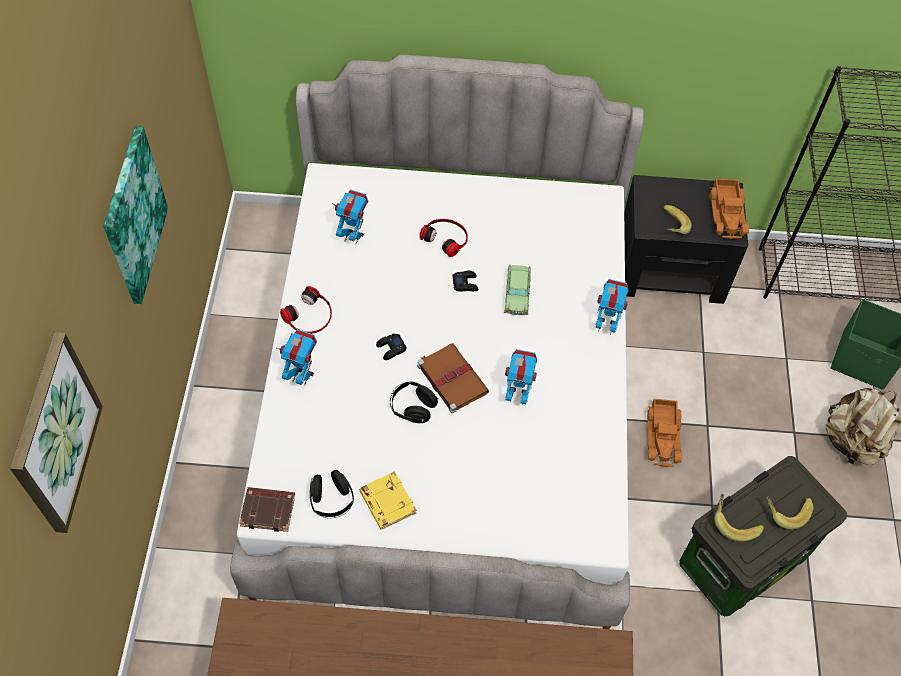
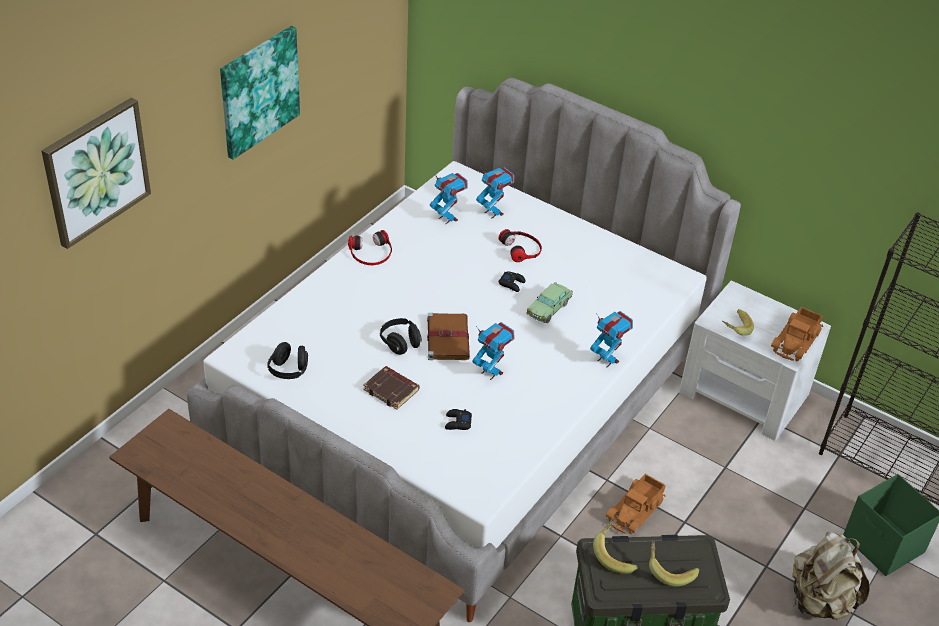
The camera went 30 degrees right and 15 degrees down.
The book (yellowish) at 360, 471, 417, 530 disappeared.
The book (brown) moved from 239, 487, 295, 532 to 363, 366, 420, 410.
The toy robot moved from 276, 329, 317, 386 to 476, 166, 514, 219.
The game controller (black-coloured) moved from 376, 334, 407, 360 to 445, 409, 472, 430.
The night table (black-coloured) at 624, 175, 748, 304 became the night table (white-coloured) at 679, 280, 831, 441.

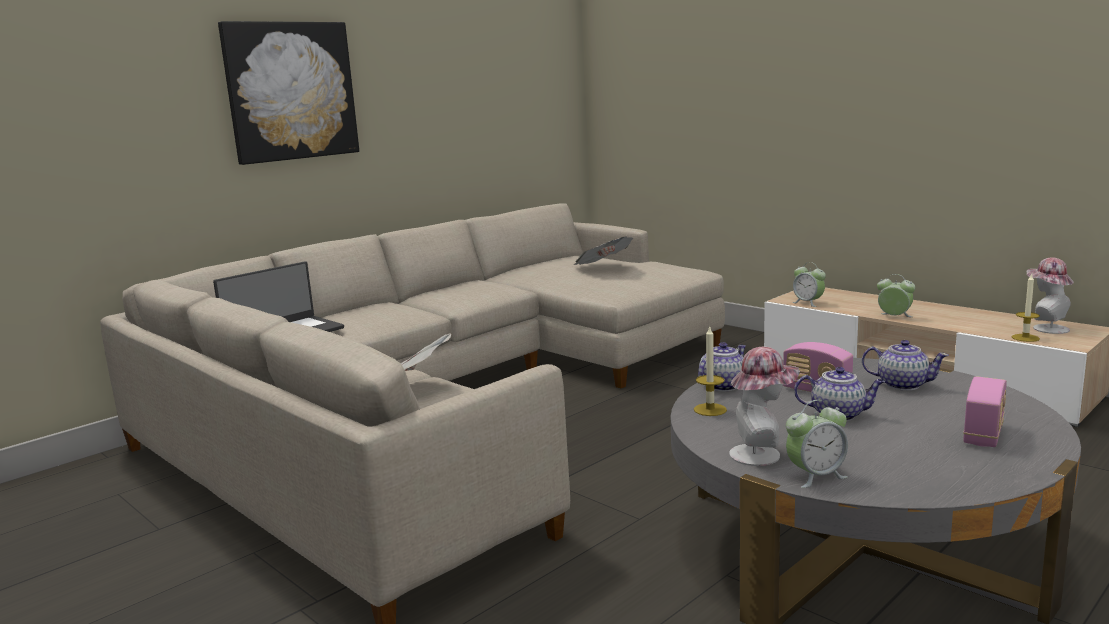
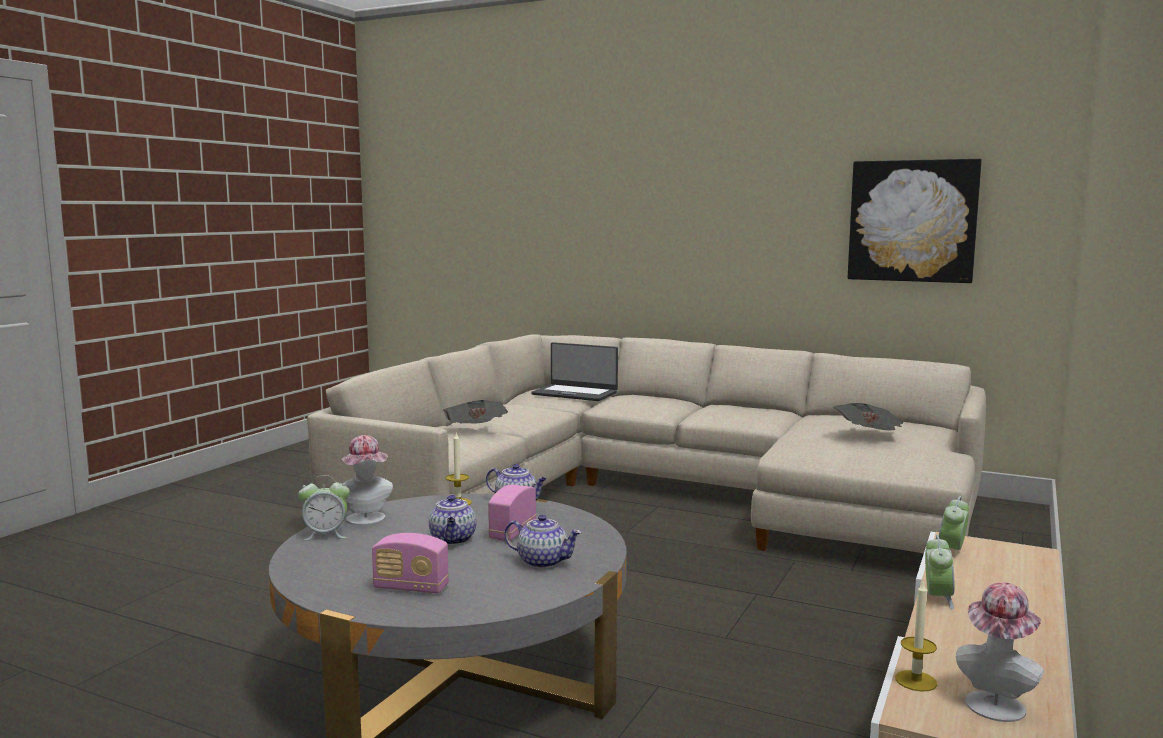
The camera went 70 degrees right and 5 degrees down.
The wall art moved from 218, 21, 359, 165 to 848, 159, 982, 283.
The alarm clock at 786, 400, 848, 488 turned 60 degrees counterclockwise.
The teapot at 862, 340, 949, 391 turned 75 degrees counterclockwise.

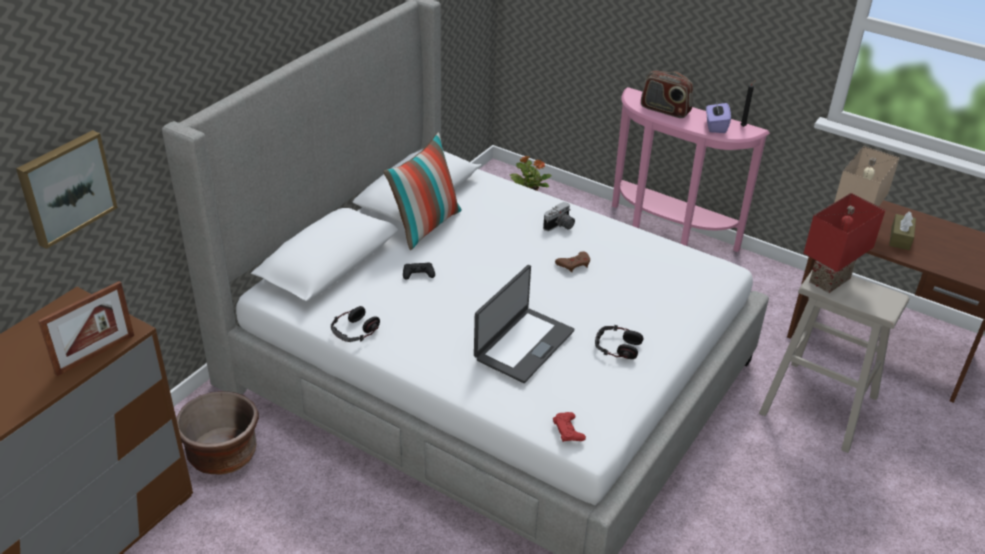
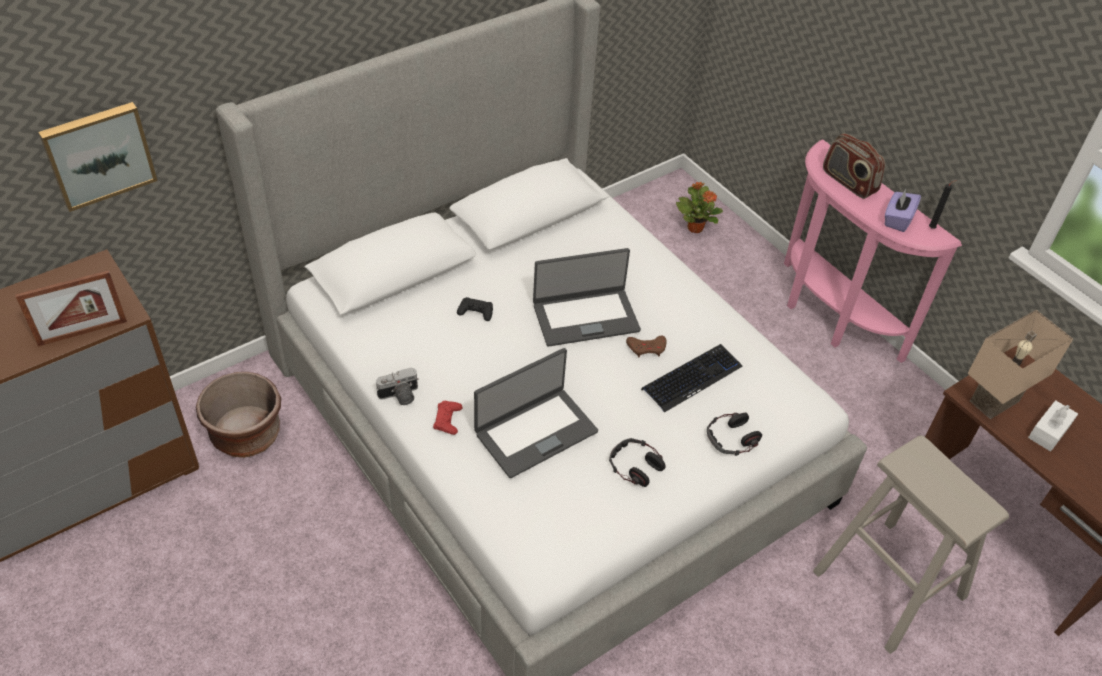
The camera went 20 degrees right and 10 degrees up.
The pillow at 383, 132, 462, 250 disappeared.
The lamp for a table (reddish) at 804, 193, 885, 293 disappeared.
The portable computer at 533, 248, 641, 347 appeared.
The PC keyboard at 641, 344, 743, 413 appeared.
The headset moved from 331, 306, 380, 342 to 707, 413, 762, 456.
The photo camera moved from 543, 202, 575, 231 to 376, 367, 419, 405.
The game controller (reddish) moved from 553, 412, 586, 442 to 433, 401, 463, 435.
The tissue box (brown) at 889, 211, 916, 250 became the tissue box (white-coloured) at 1028, 400, 1078, 451.

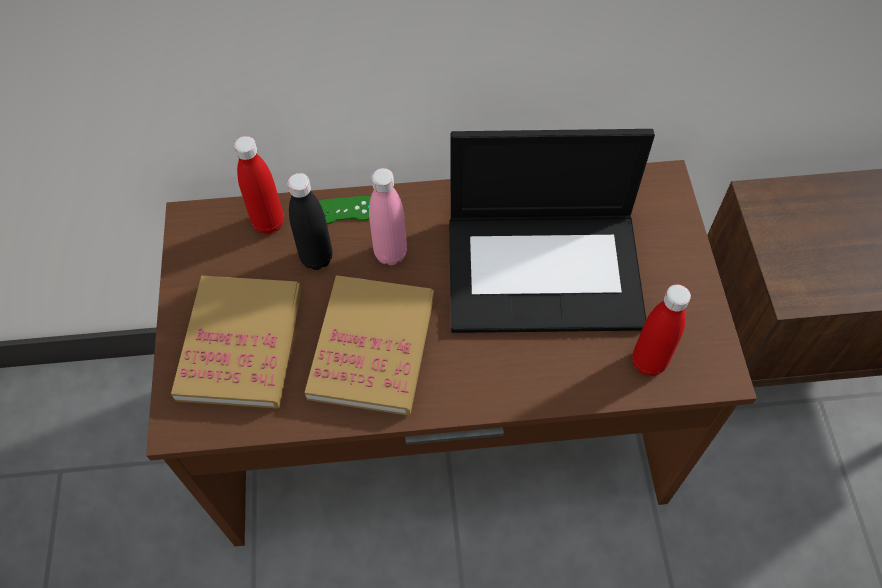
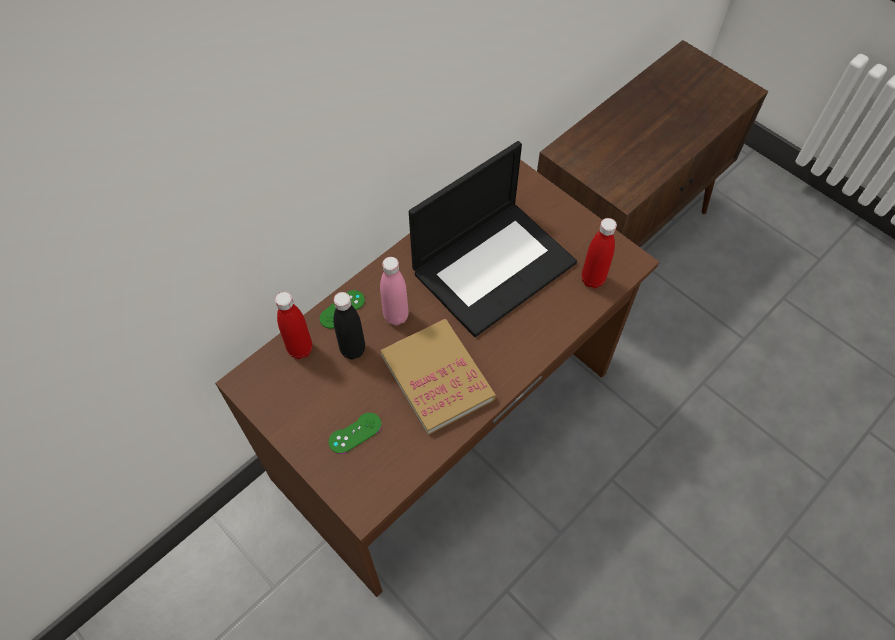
The camera went 40 degrees left and 0 degrees up.
The book at 171, 275, 302, 409 was replaced by the game controller (green) at 329, 413, 382, 454.

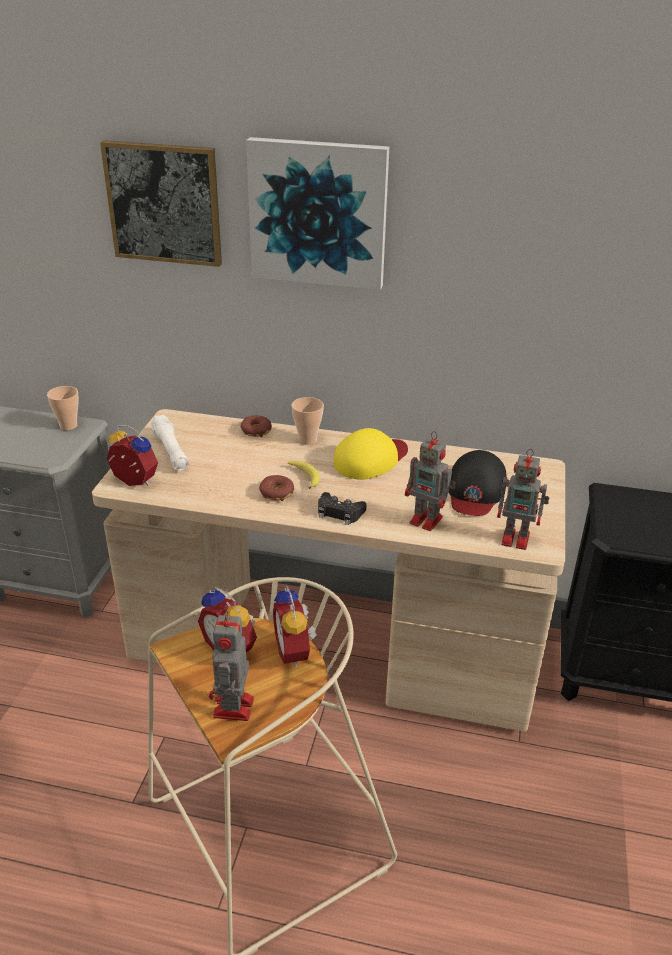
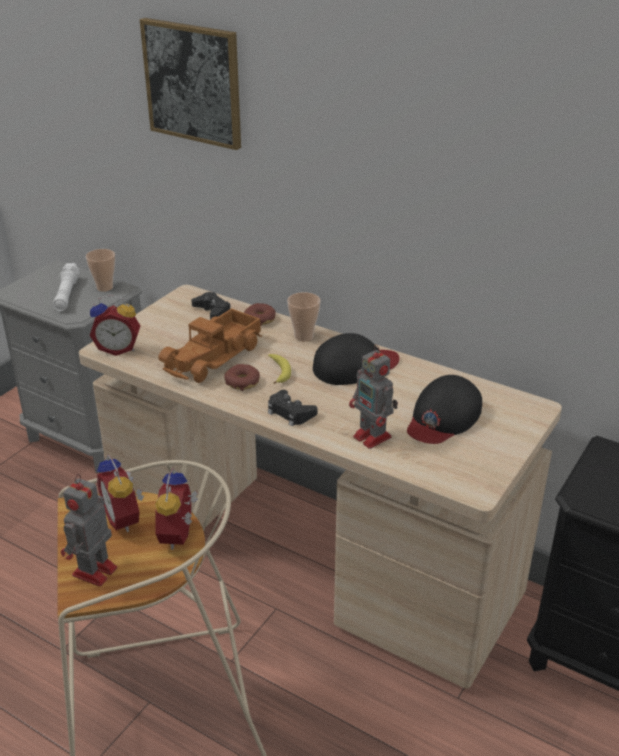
The camera went 20 degrees right and 0 degrees up.
The wall art at 246, 137, 389, 290 disappeared.
The toy robot at 497, 449, 549, 550 disappeared.
The model truck at 158, 308, 262, 383 appeared.
The game controller (black-coloured) at 191, 292, 230, 319 appeared.
The hand torch (white-coloured) moved from 151, 415, 189, 471 to 53, 263, 80, 311.
The baseball cap (yellowish) at 334, 428, 408, 480 became the baseball cap (black-coloured) at 313, 333, 399, 385.
The alarm clock at 107, 425, 158, 486 turned 135 degrees clockwise.

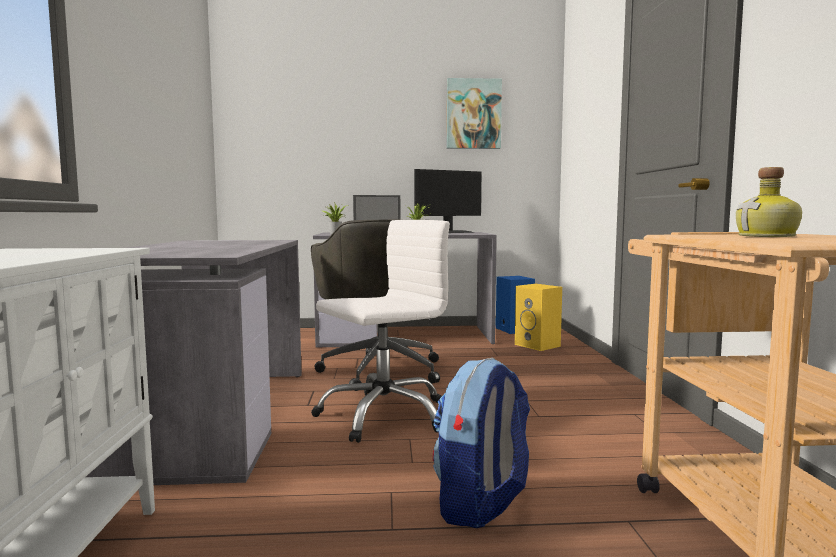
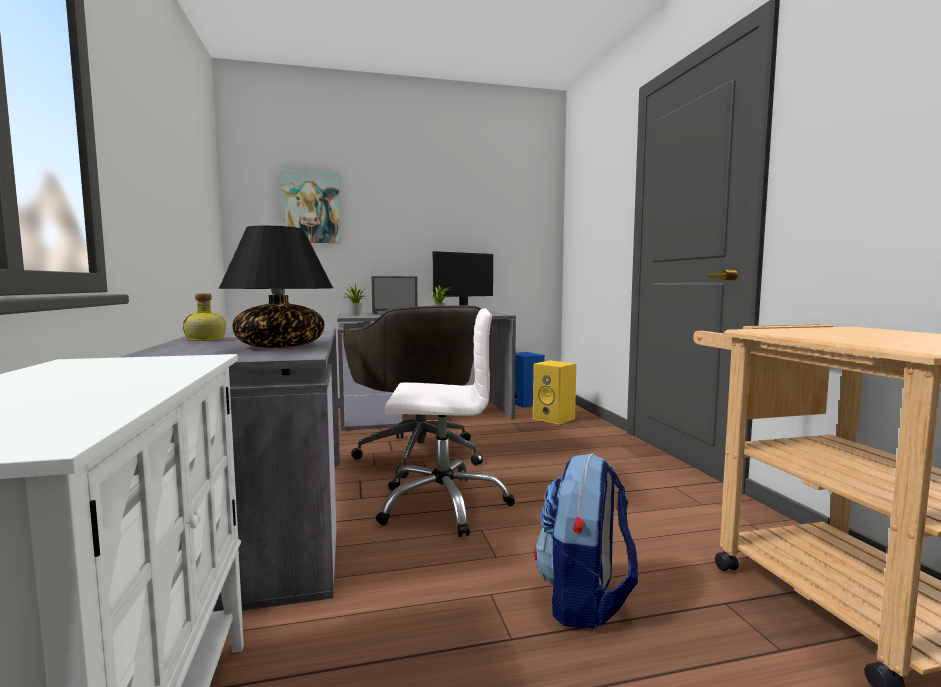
The camera went 10 degrees left and 0 degrees up.
The lamp for a table (black-coloured) at 219, 226, 333, 348 appeared.
The wall art moved from 447, 78, 502, 149 to 280, 170, 341, 243.
The beverage bottle moved from 736, 167, 802, 237 to 183, 293, 226, 341.
The office chair (white-coloured) at 311, 220, 450, 443 turned 45 degrees clockwise.

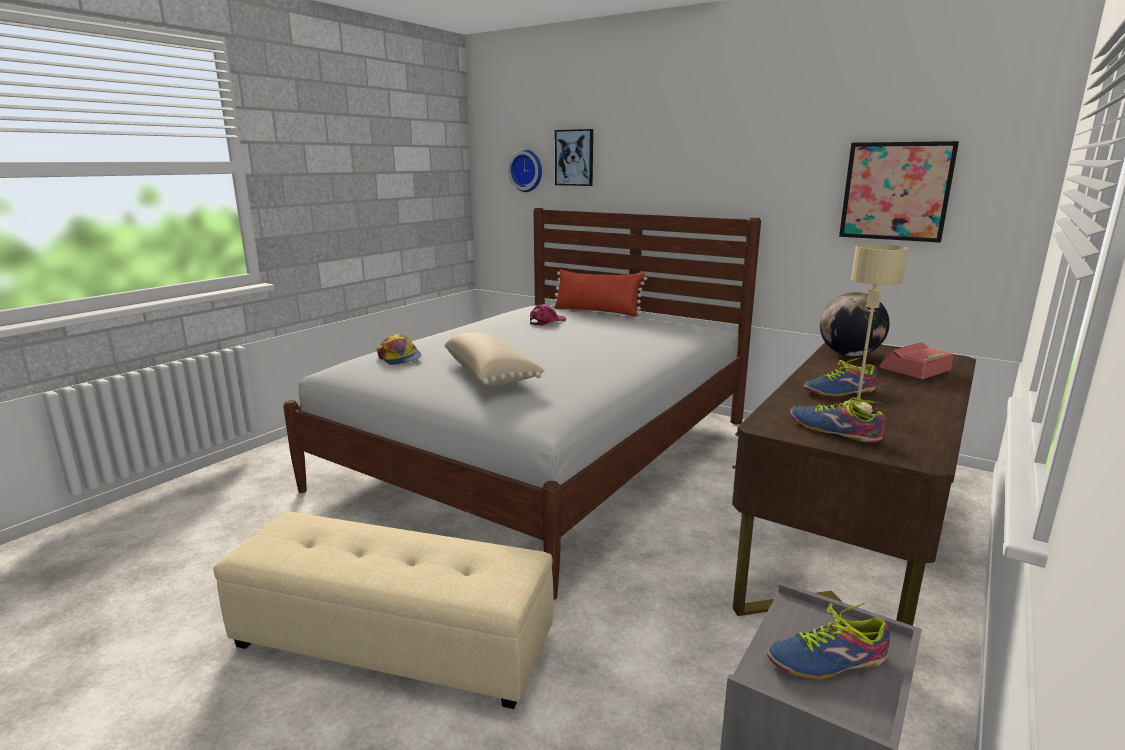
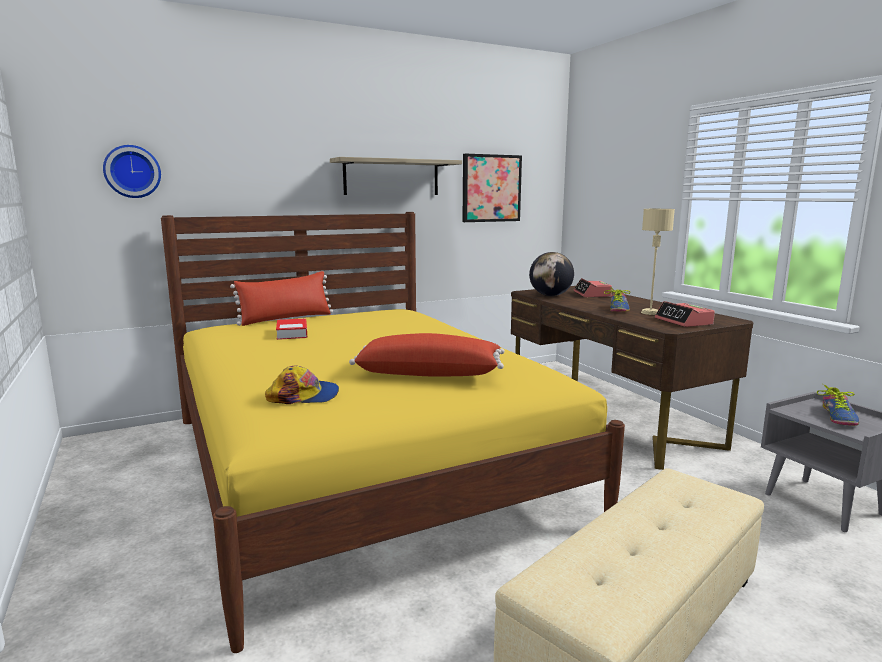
The camera went 60 degrees left and 5 degrees down.
The wall art at 555, 129, 593, 186 disappeared.
The shelf at 330, 157, 462, 195 appeared.
The baseball cap (pinkish) at 530, 304, 567, 326 was replaced by the book at 276, 318, 307, 340.
The low shoe at 790, 397, 886, 443 was replaced by the alarm clock at 655, 301, 715, 327.
The bed (white-coloured) at 283, 207, 761, 600 became the bed (yellowish) at 161, 212, 625, 653.
The pillow (sand-coloured) at 445, 332, 545, 387 became the pillow (reddish) at 349, 333, 505, 376.

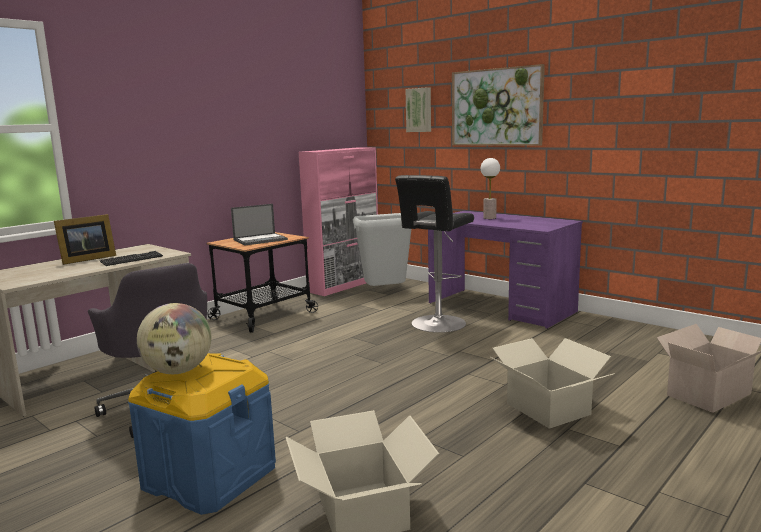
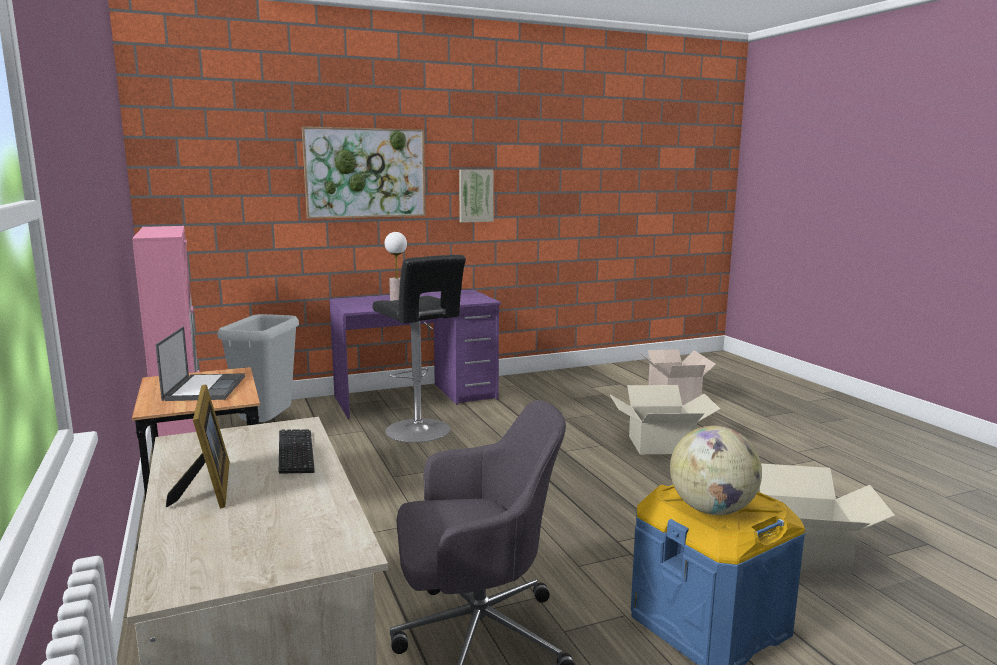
The camera went 65 degrees left and 0 degrees up.
The wall art moved from 405, 87, 431, 132 to 459, 170, 494, 222.

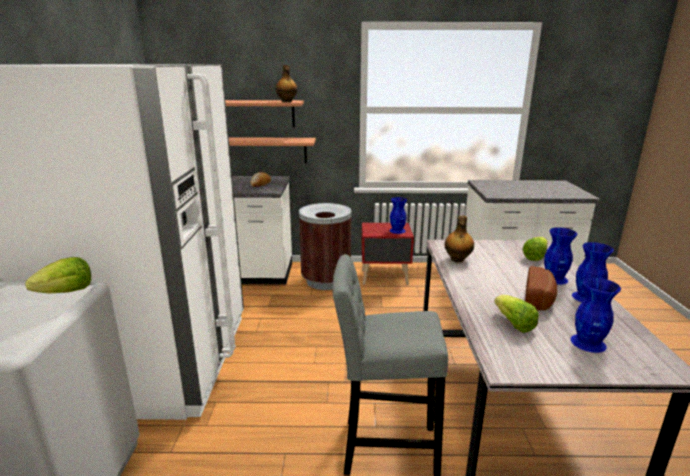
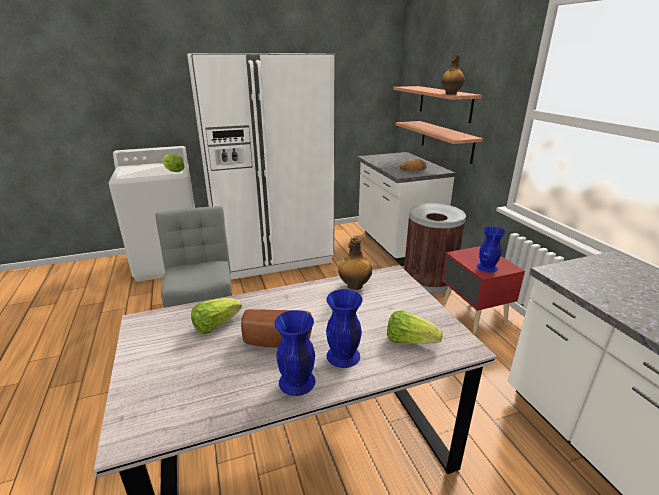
The camera went 70 degrees right and 5 degrees up.
The vase (blue-coloured) at 570, 277, 621, 353 disappeared.

